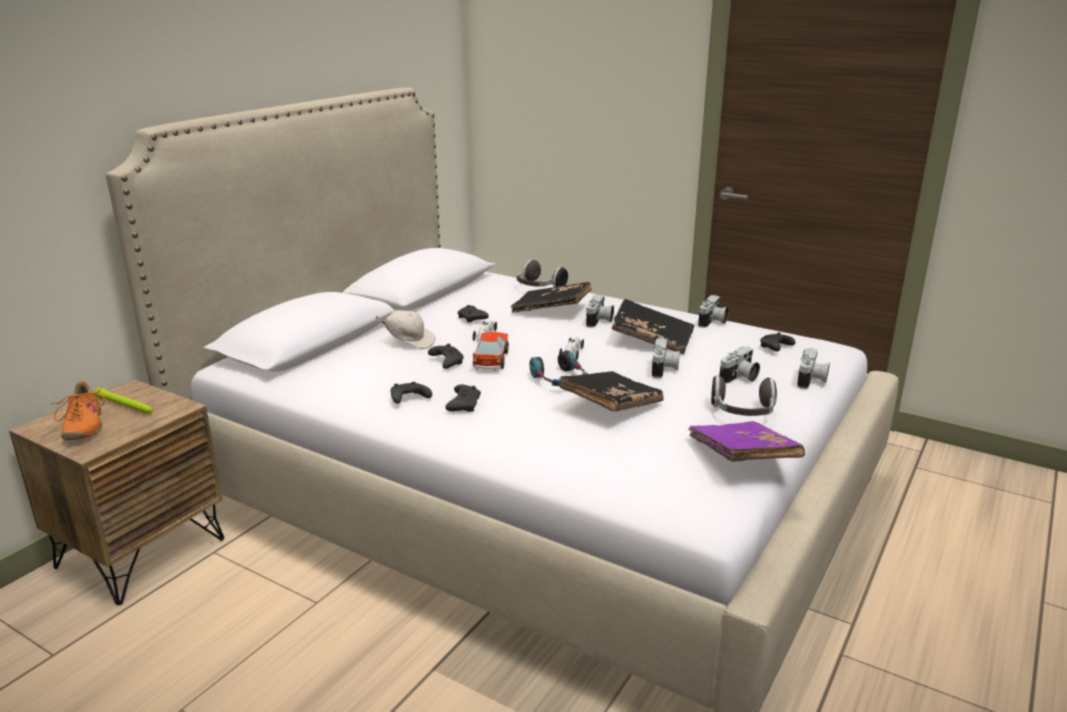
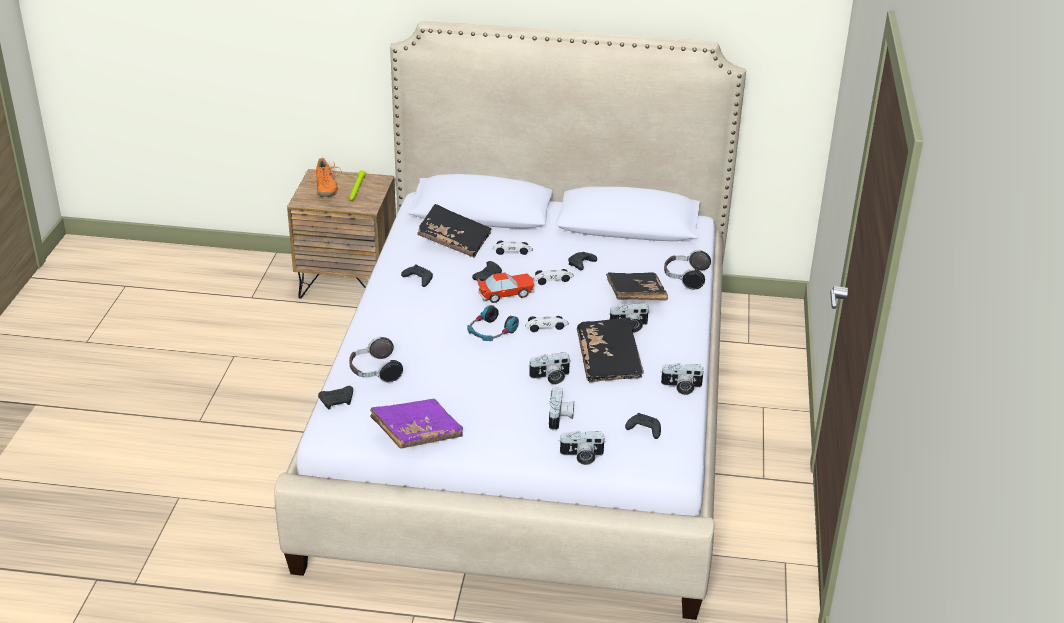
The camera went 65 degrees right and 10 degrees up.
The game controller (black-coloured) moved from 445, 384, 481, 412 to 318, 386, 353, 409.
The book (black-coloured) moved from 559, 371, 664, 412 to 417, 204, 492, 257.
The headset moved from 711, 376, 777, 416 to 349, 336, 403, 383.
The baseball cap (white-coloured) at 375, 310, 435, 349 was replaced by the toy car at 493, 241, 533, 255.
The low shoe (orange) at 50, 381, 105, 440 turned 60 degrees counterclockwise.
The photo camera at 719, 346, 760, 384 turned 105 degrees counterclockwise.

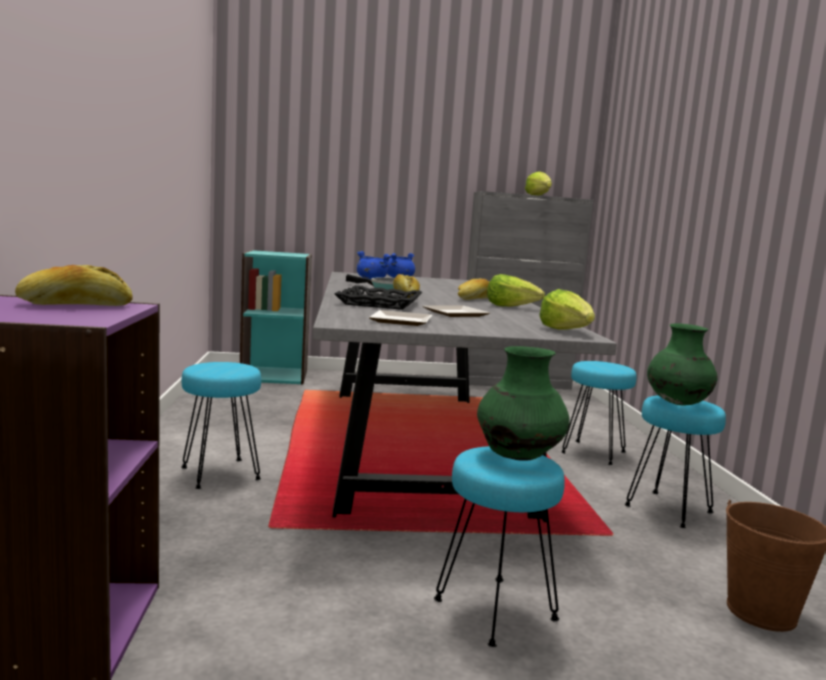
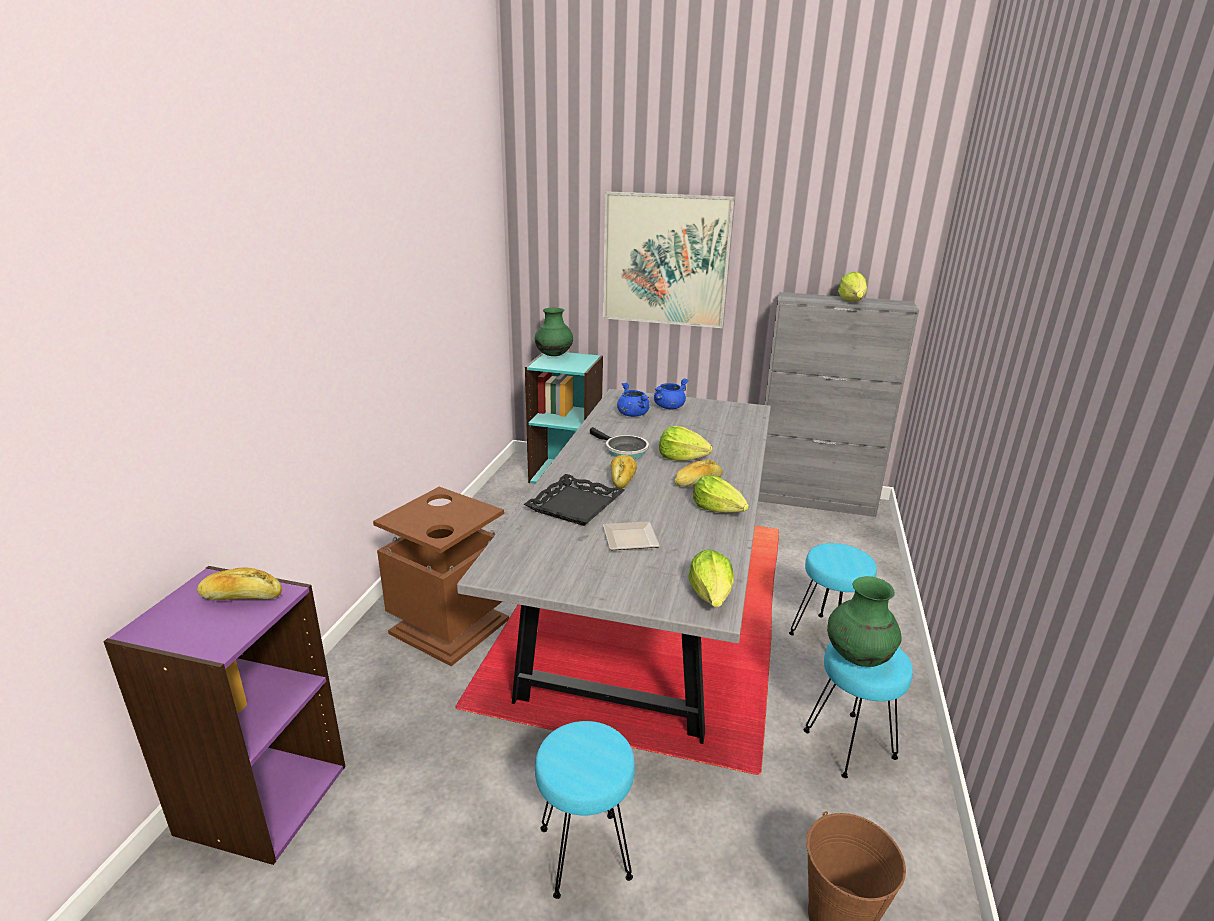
The camera went 20 degrees right and 15 degrees up.
The plate at 369, 310, 432, 326 disappeared.
The wall art at 603, 191, 735, 328 appeared.
The head of lettuce at 659, 426, 712, 461 appeared.
The vase (green) moved from 477, 346, 570, 461 to 535, 308, 573, 356.
The stool (blue-green) at 181, 362, 261, 489 was replaced by the trash can (brown) at 373, 487, 509, 666.

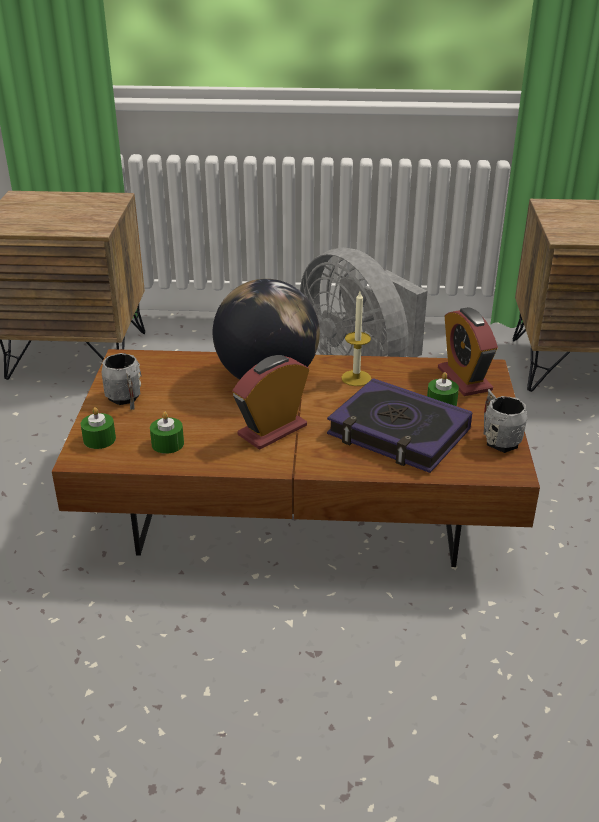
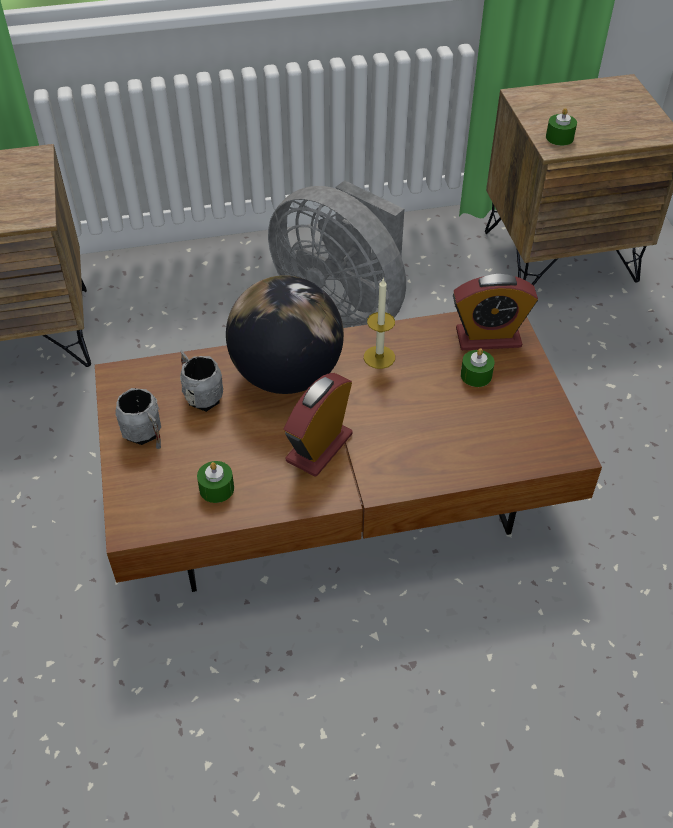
The camera went 15 degrees left and 15 degrees up.
The book at 327, 378, 472, 473 disappeared.
The wax candle (green) moved from 81, 407, 116, 449 to 546, 108, 577, 146.
The tea mug (gray) moved from 483, 389, 527, 453 to 180, 349, 223, 412.
The alarm clock at 438, 307, 498, 396 turned 60 degrees counterclockwise.

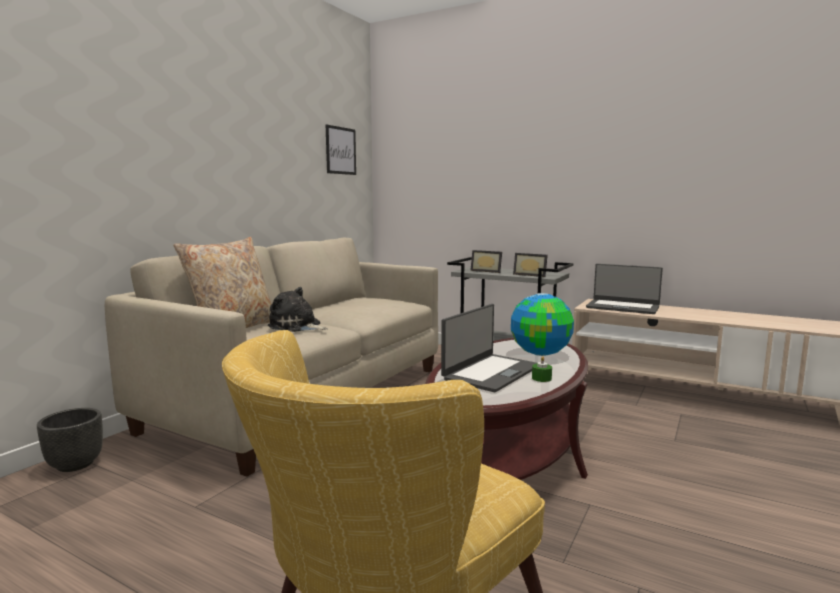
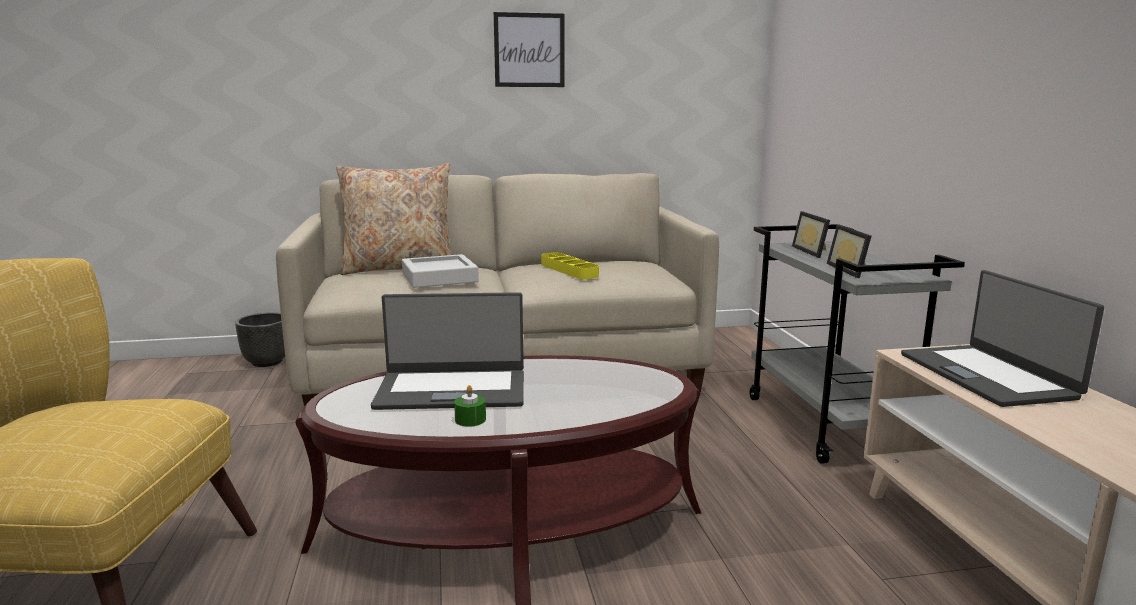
The camera went 50 degrees right and 5 degrees up.
The desk globe at 511, 293, 574, 356 disappeared.
The serving tray (yellowish) at 541, 252, 599, 279 appeared.
The wall art moved from 326, 125, 356, 175 to 494, 12, 564, 87.
The cuddly toy at 268, 287, 328, 332 was replaced by the serving tray (gray) at 402, 254, 479, 288.

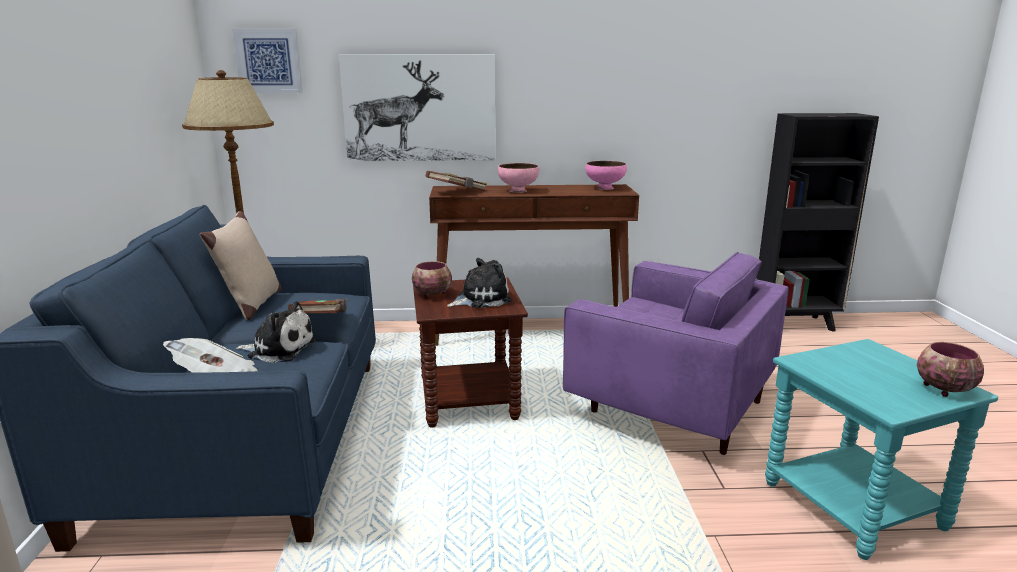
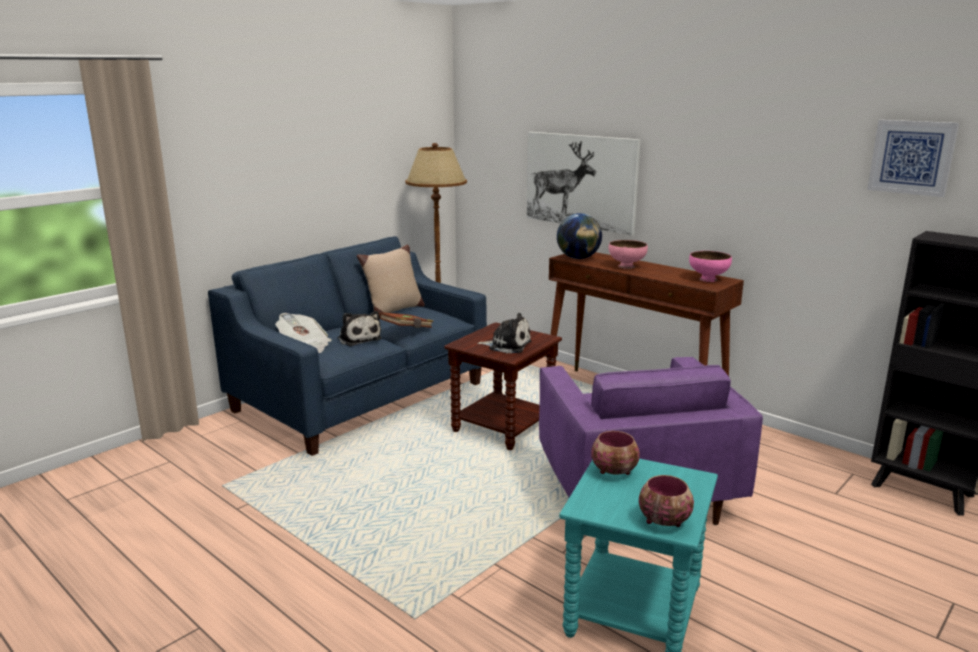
The camera went 45 degrees right and 0 degrees up.
The wall art moved from 232, 29, 303, 93 to 867, 120, 959, 197.
The serving bowl moved from 412, 261, 452, 298 to 591, 431, 640, 475.
The book (brown) at 426, 171, 487, 191 was replaced by the desk globe at 557, 213, 602, 259.

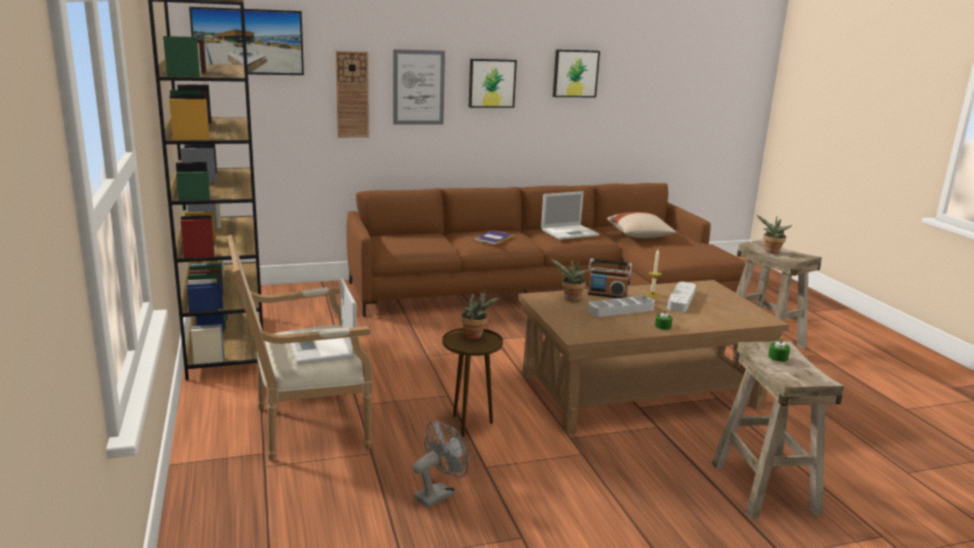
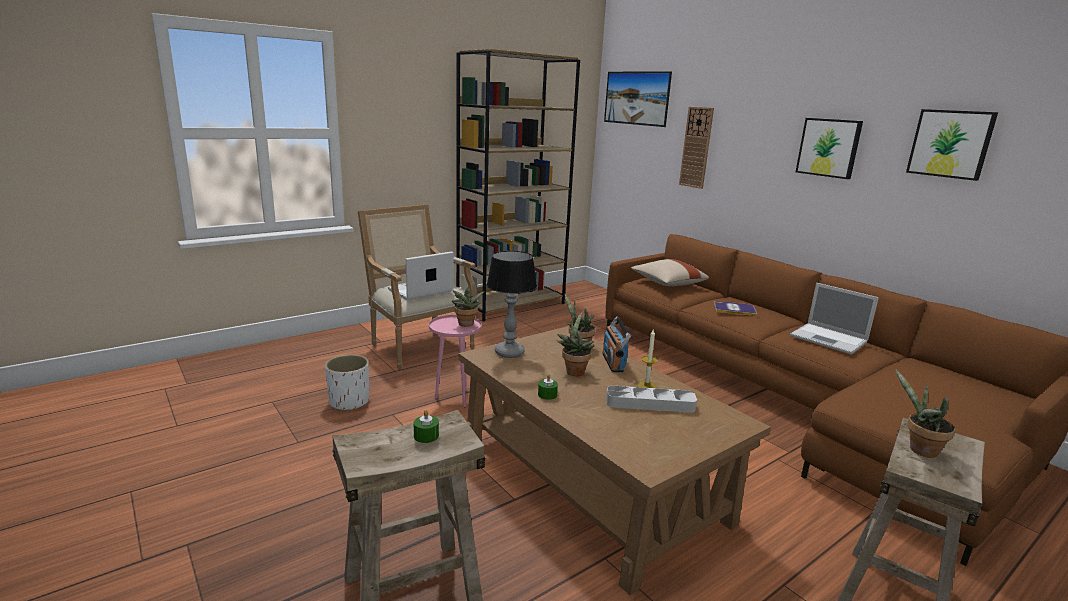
The camera went 70 degrees right and 0 degrees up.
The wall art at 393, 49, 445, 125 disappeared.
The lamp for a table at 487, 251, 537, 358 appeared.
The pillow (sand-coloured) moved from 607, 212, 677, 238 to 631, 259, 709, 286.
The cooling fan (gray) at 412, 421, 469, 508 was replaced by the plant pot (white-coloured) at 325, 355, 369, 411.
The serving tray (gray) at 588, 296, 654, 317 was replaced by the houseplant at 557, 312, 595, 376.
The end table (brown) at 442, 328, 503, 437 became the end table (pinkish) at 429, 315, 482, 408.

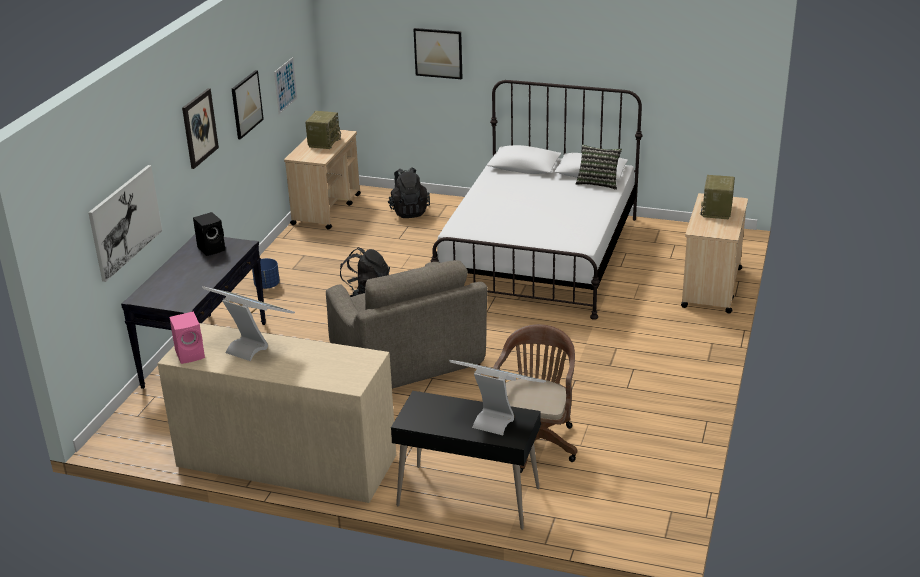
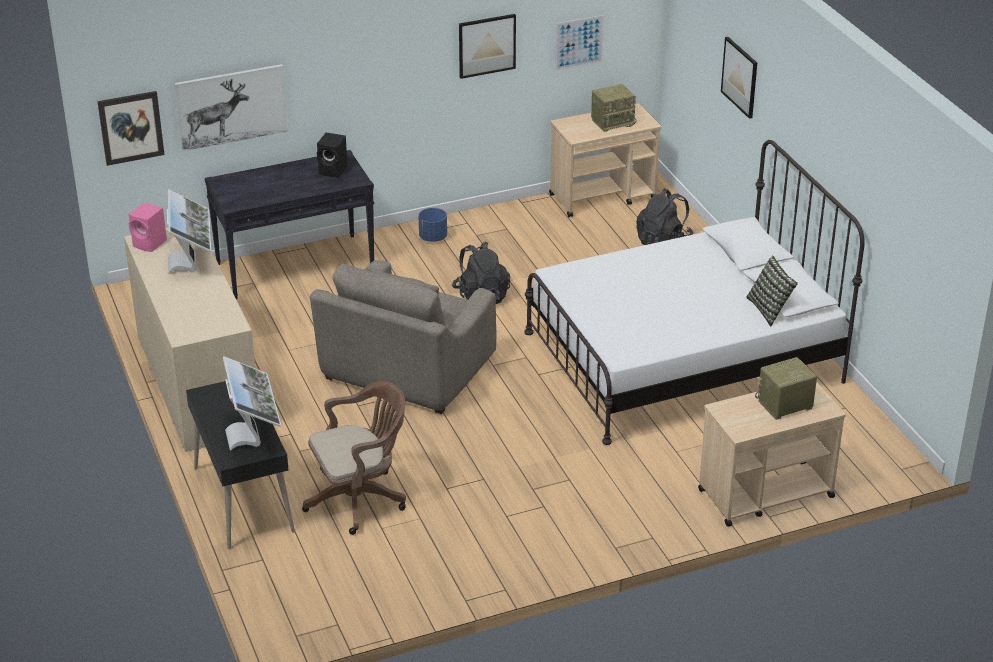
The camera went 50 degrees right and 5 degrees up.
The wall art moved from 182, 88, 219, 169 to 97, 91, 165, 166.

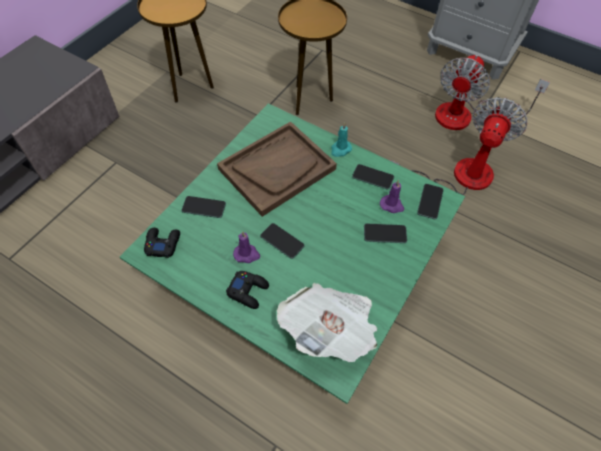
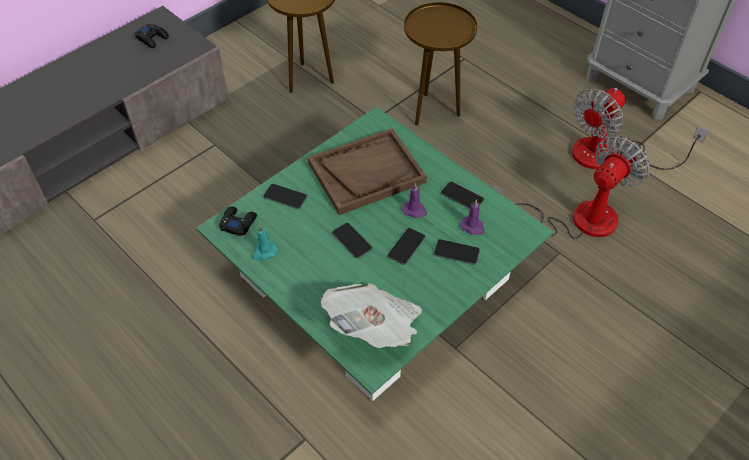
The camera went 15 degrees right and 5 degrees down.
The game controller (black-coloured) moved from 226, 271, 269, 309 to 135, 24, 169, 48.
The wax candle (purple-coloured) moved from 233, 231, 260, 263 to 402, 183, 427, 218.
The wax candle (blue-green) moved from 331, 122, 352, 157 to 252, 225, 277, 261.
The phone moved from 417, 184, 444, 219 to 387, 228, 426, 265.

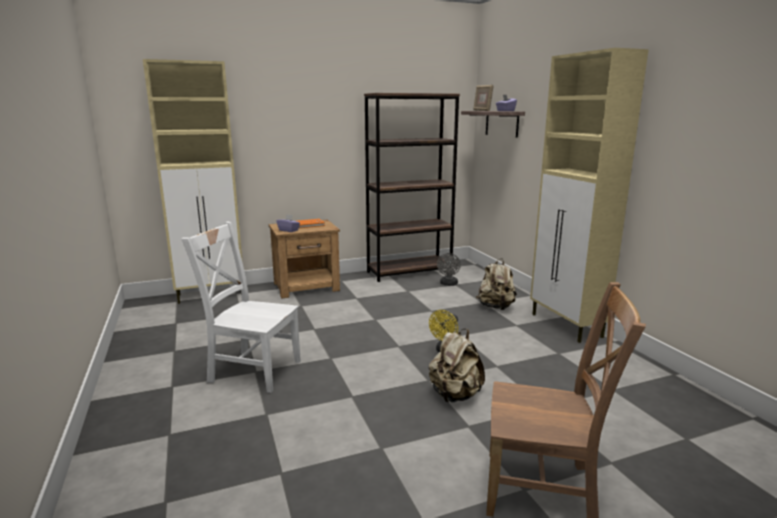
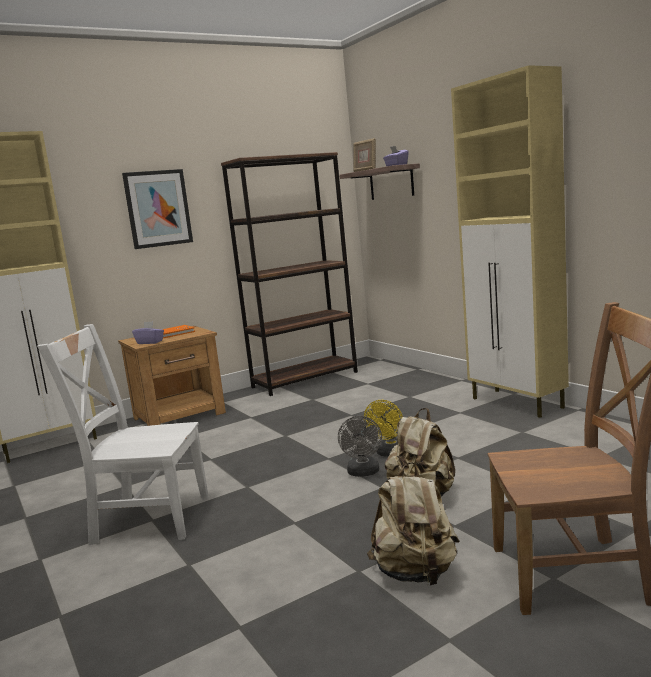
The camera went 10 degrees left and 5 degrees down.
The wall art at 122, 169, 193, 249 appeared.
The cooling fan (gray) moved from 437, 253, 461, 286 to 338, 416, 382, 477.
The knapsack (sand-coloured) moved from 476, 258, 517, 310 to 367, 462, 459, 586.

